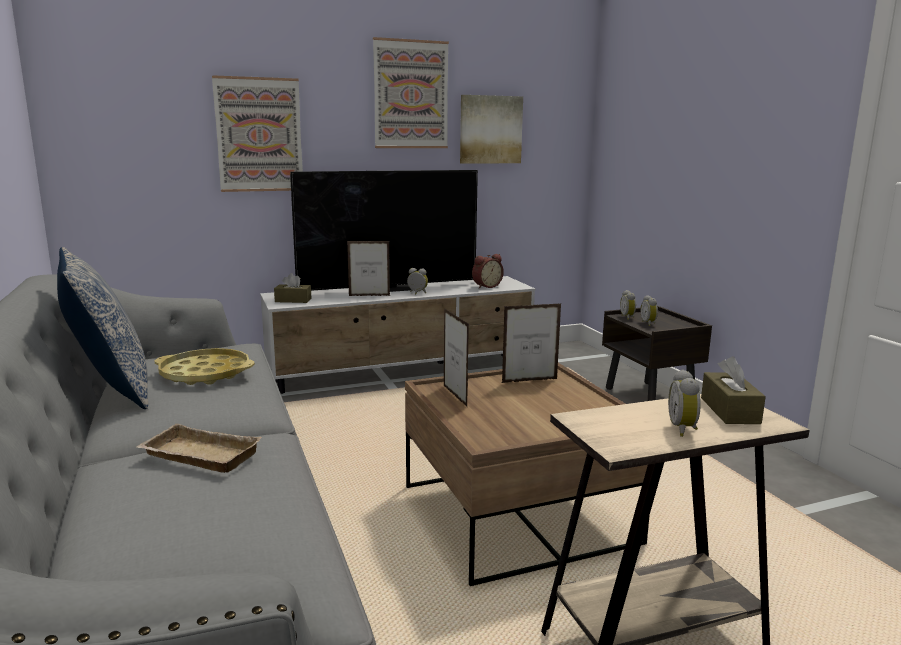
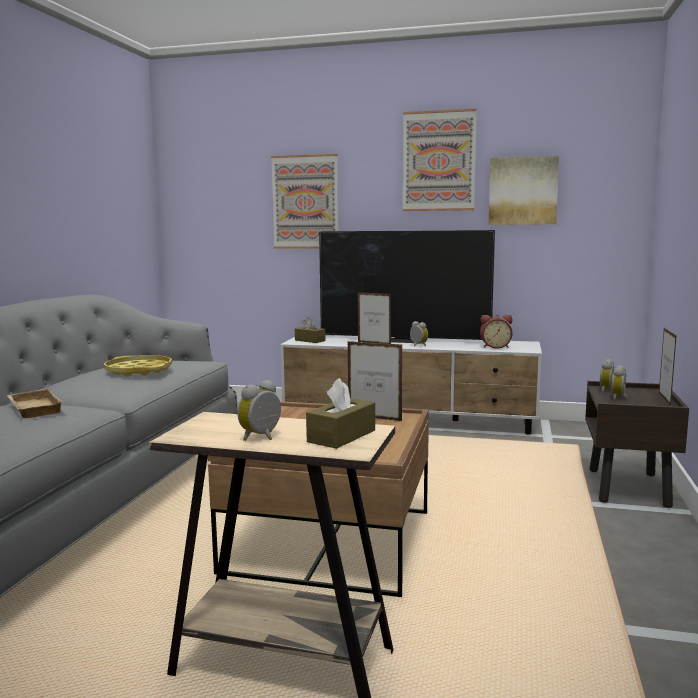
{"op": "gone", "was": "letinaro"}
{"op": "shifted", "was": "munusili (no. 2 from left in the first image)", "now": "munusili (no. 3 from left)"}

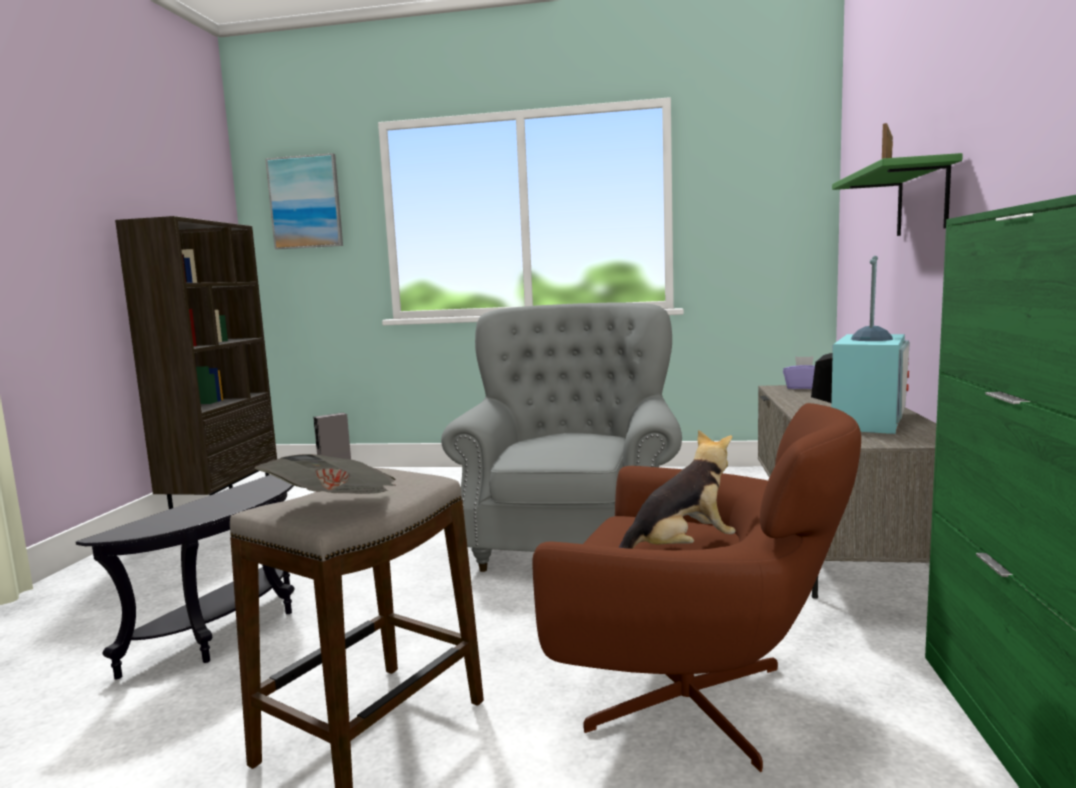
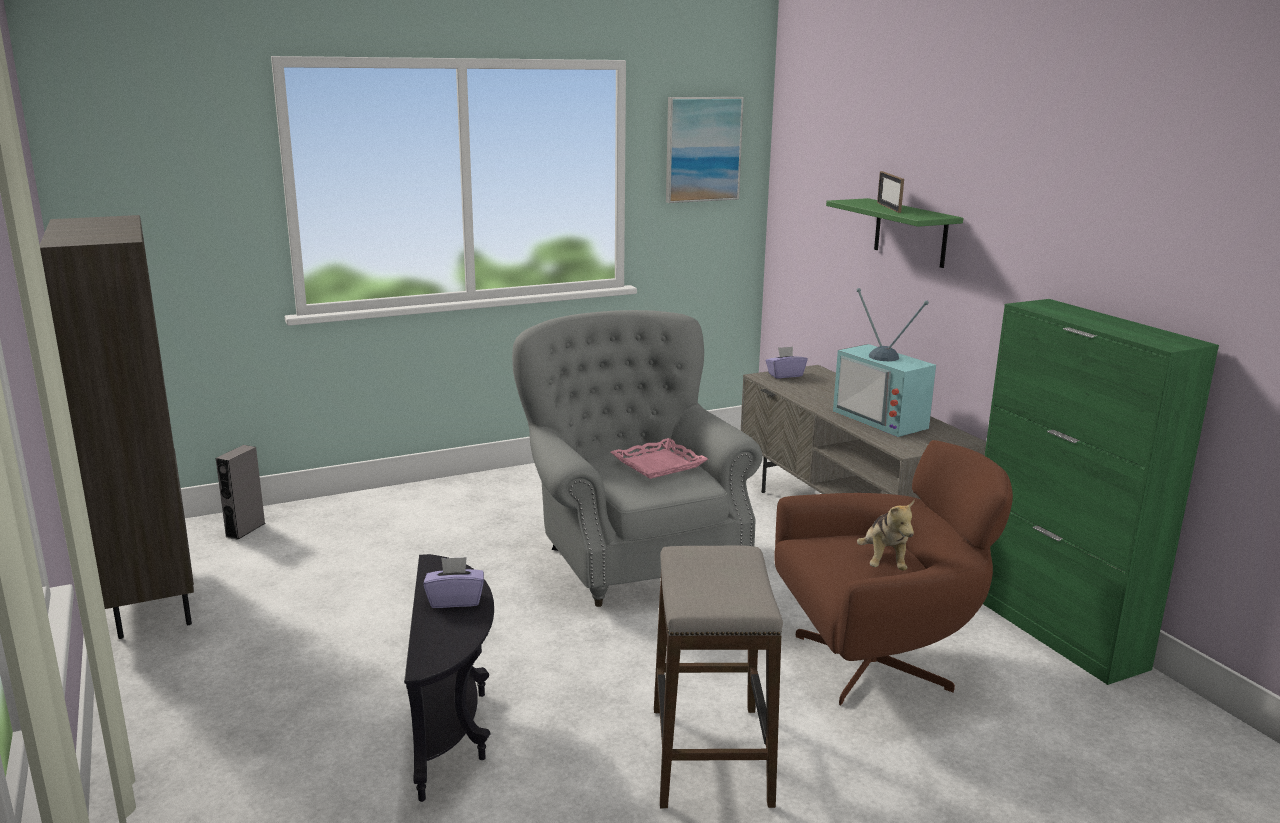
{"op": "gone", "was": "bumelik"}
{"op": "shifted", "was": "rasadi"}
{"op": "rotated", "was": "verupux", "clockwise": 150}
{"op": "rotated", "was": "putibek", "clockwise": 150}
{"op": "new", "now": "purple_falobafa (no. 1 from left)"}
{"op": "new", "now": "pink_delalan"}

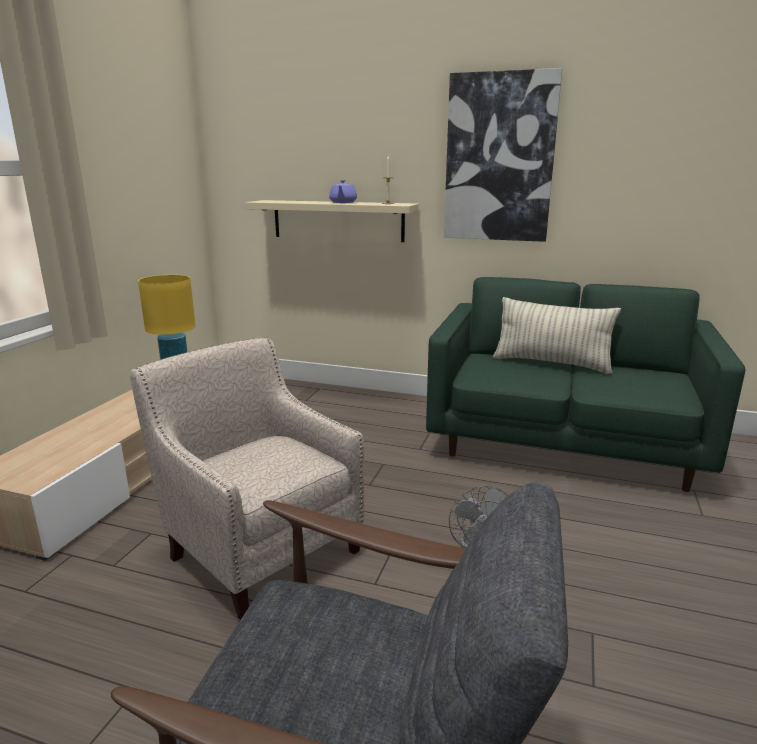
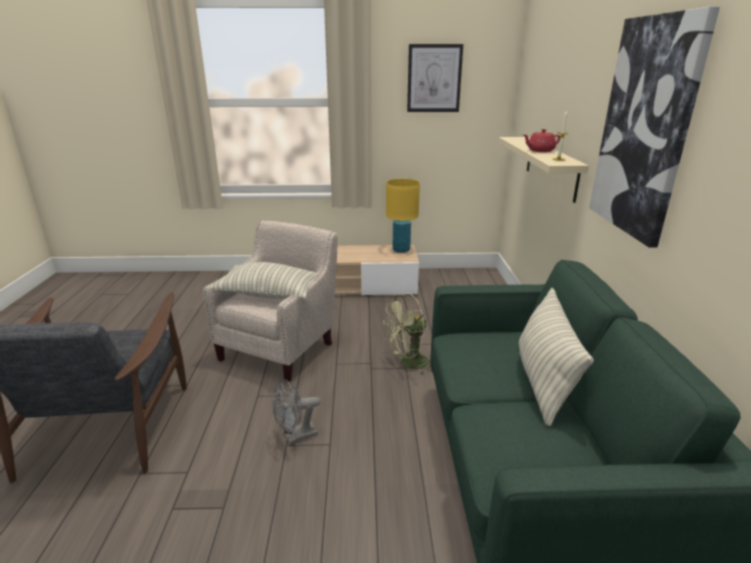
{"op": "repainted", "was": "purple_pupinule", "now": "red_pupinule"}
{"op": "new", "now": "letinaro (no. 1 from left)"}
{"op": "new", "now": "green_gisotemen"}
{"op": "new", "now": "rasadi (no. 1 from left)"}

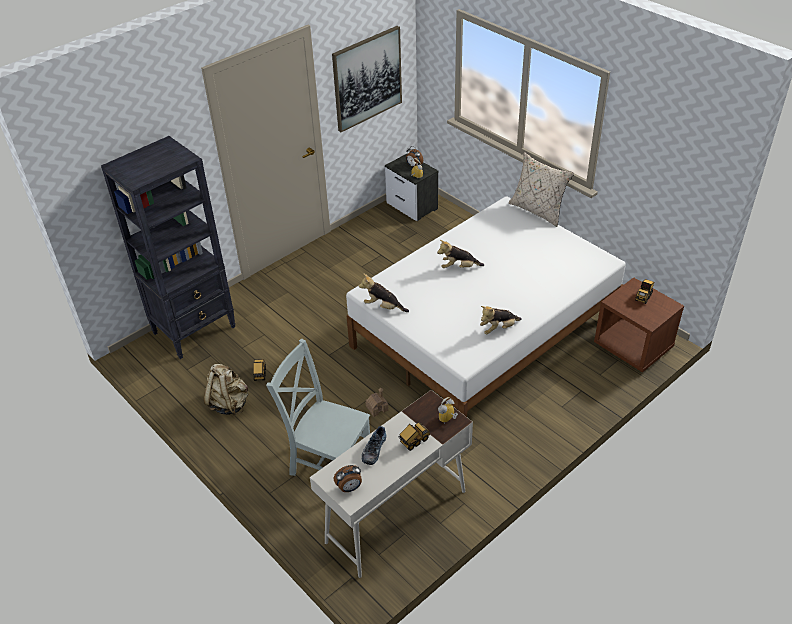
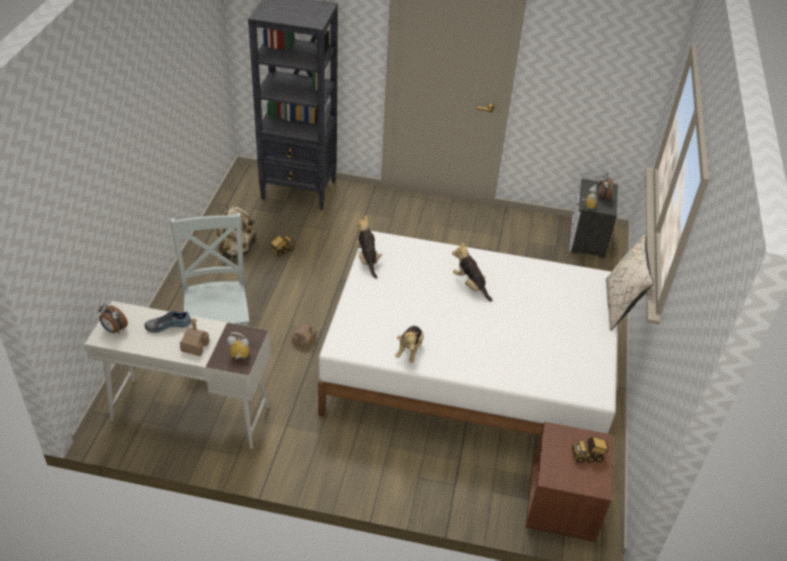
{"op": "gone", "was": "rasadi"}
{"op": "swapped", "was": "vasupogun (no. 2 from left)", "now": "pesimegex (no. 1 from left)"}
{"op": "rotated", "was": "verupux (no. 3 from left in the first image)", "clockwise": -105}

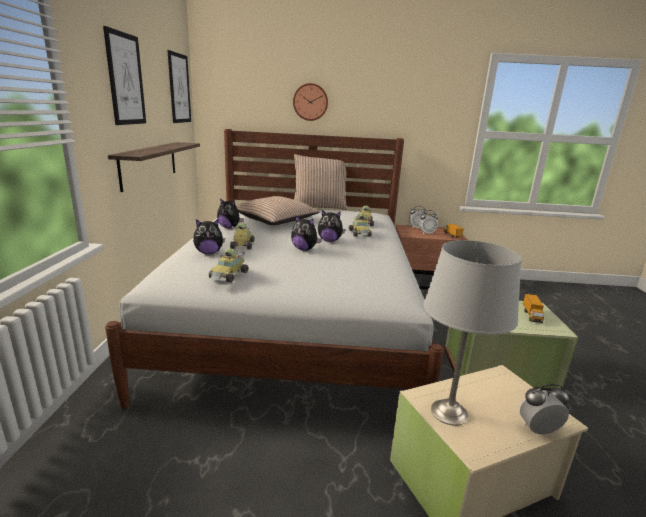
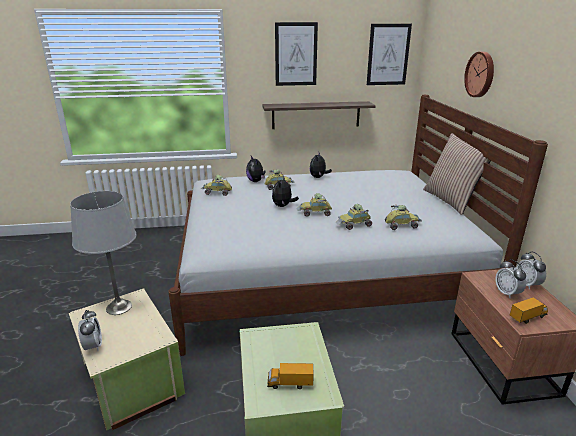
{"op": "gone", "was": "letinaro (no. 1 from left)"}
{"op": "swapped", "was": "verupux (no. 4 from left)", "now": "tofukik (no. 3 from left)"}

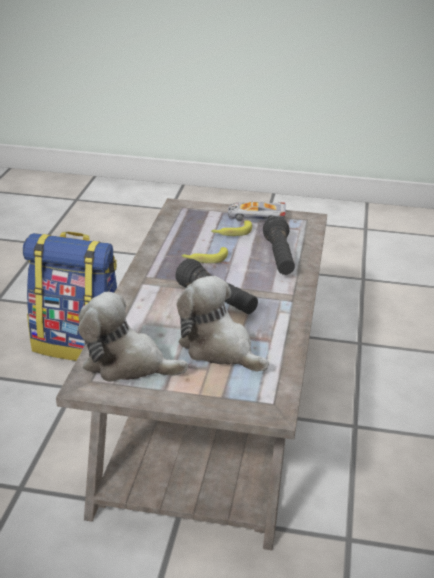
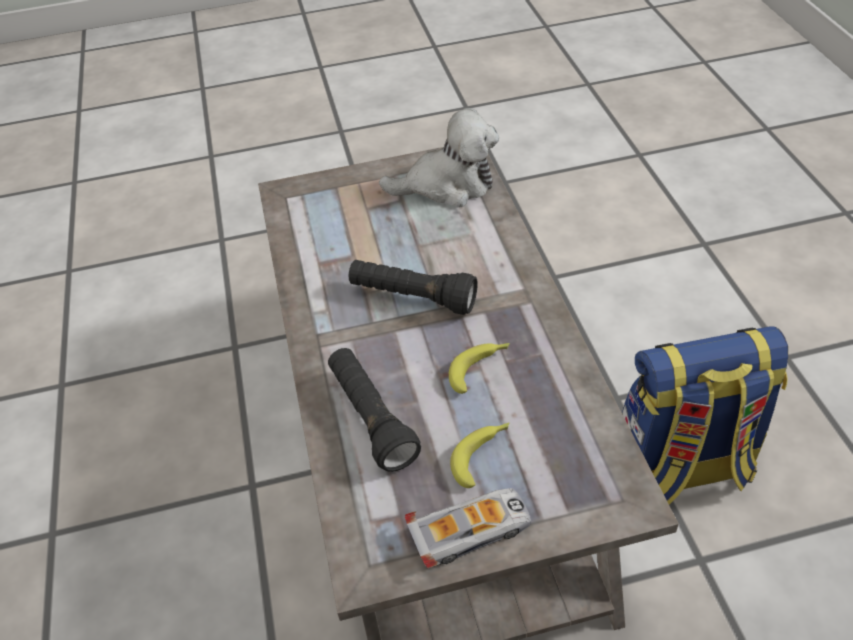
{"op": "gone", "was": "verupux (no. 2 from left)"}

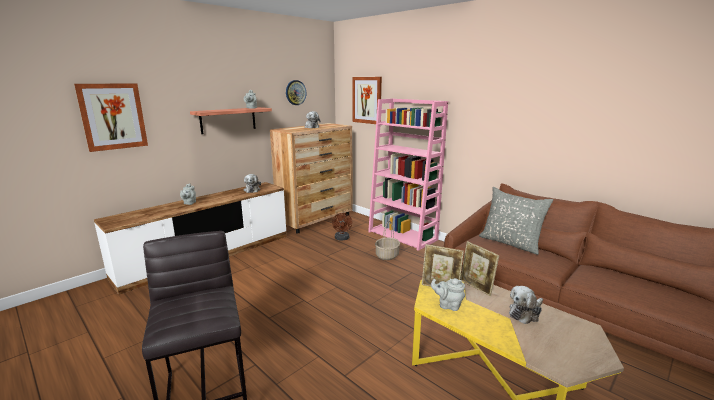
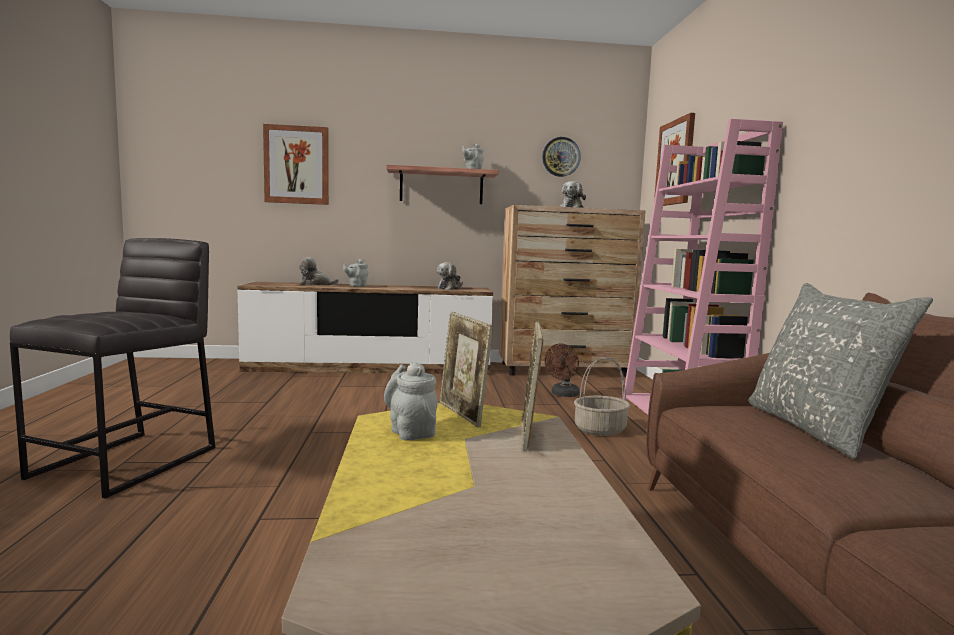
{"op": "shifted", "was": "verupux (no. 3 from left in the first image)", "now": "verupux (no. 1 from left)"}

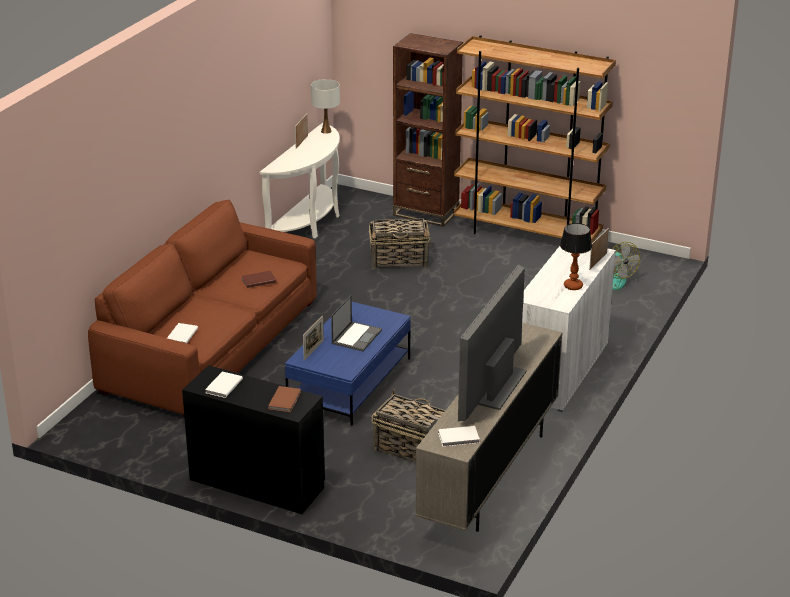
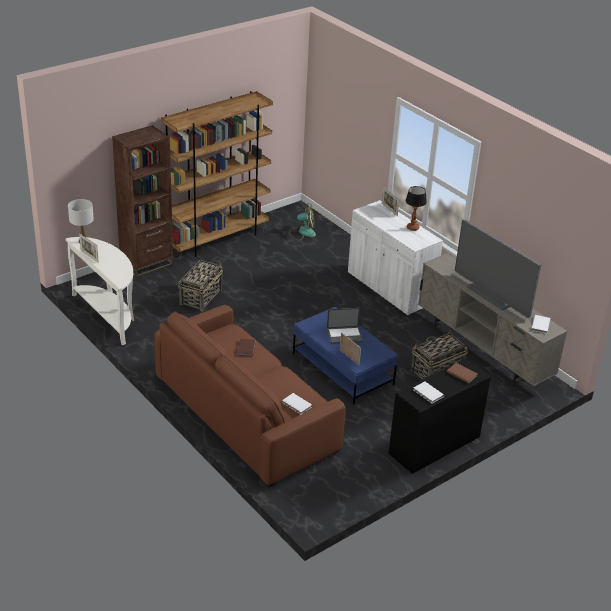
{"op": "rotated", "was": "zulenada", "clockwise": 120}

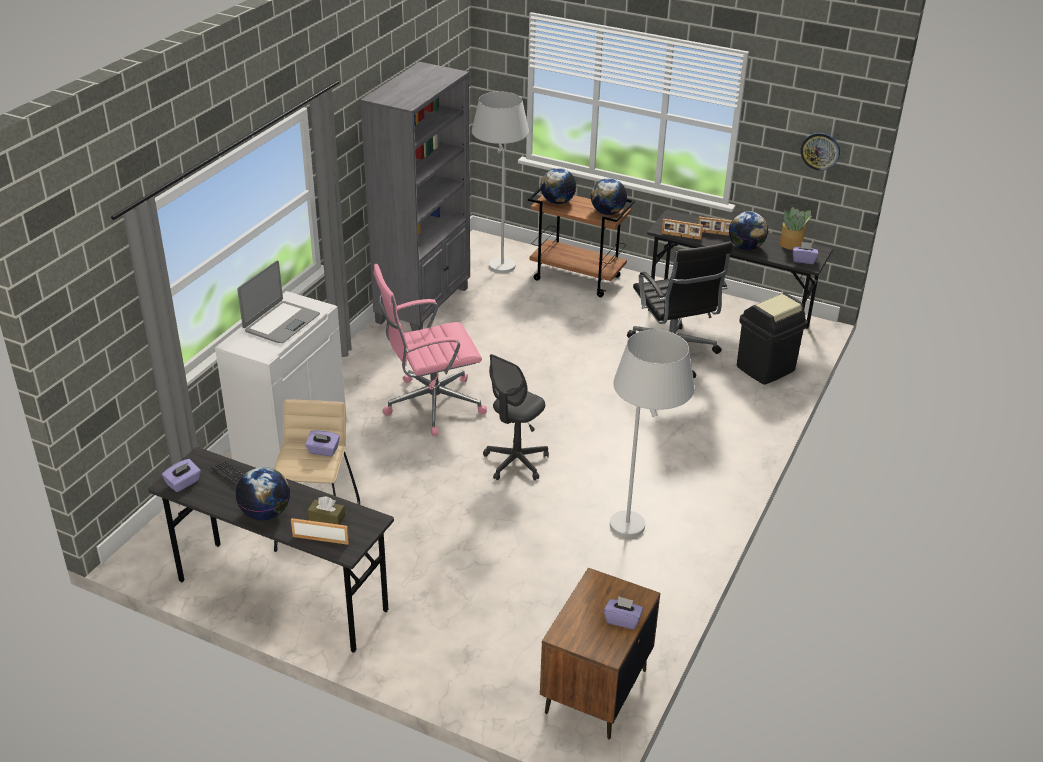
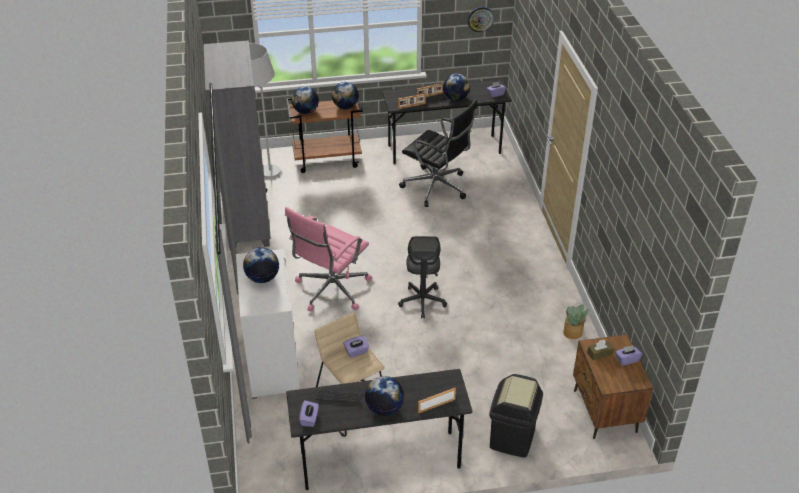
{"op": "swapped", "was": "zulenada", "now": "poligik (no. 1 from left)"}
{"op": "shifted", "was": "brown_falobafa"}
{"op": "gone", "was": "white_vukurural (no. 2 from left)"}
{"op": "shifted", "was": "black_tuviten"}
{"op": "shifted", "was": "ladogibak"}

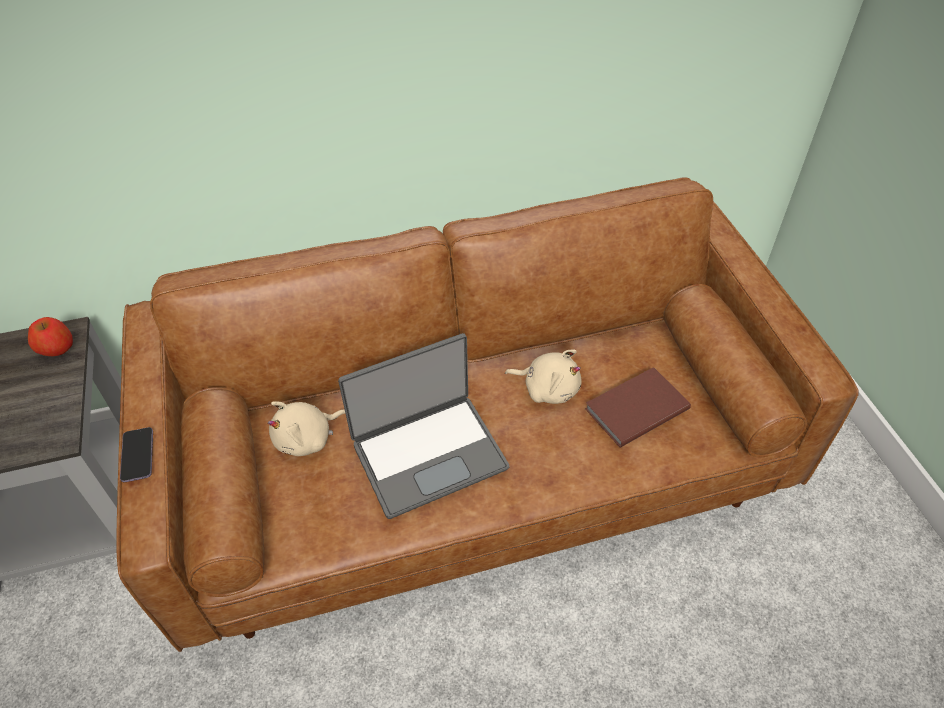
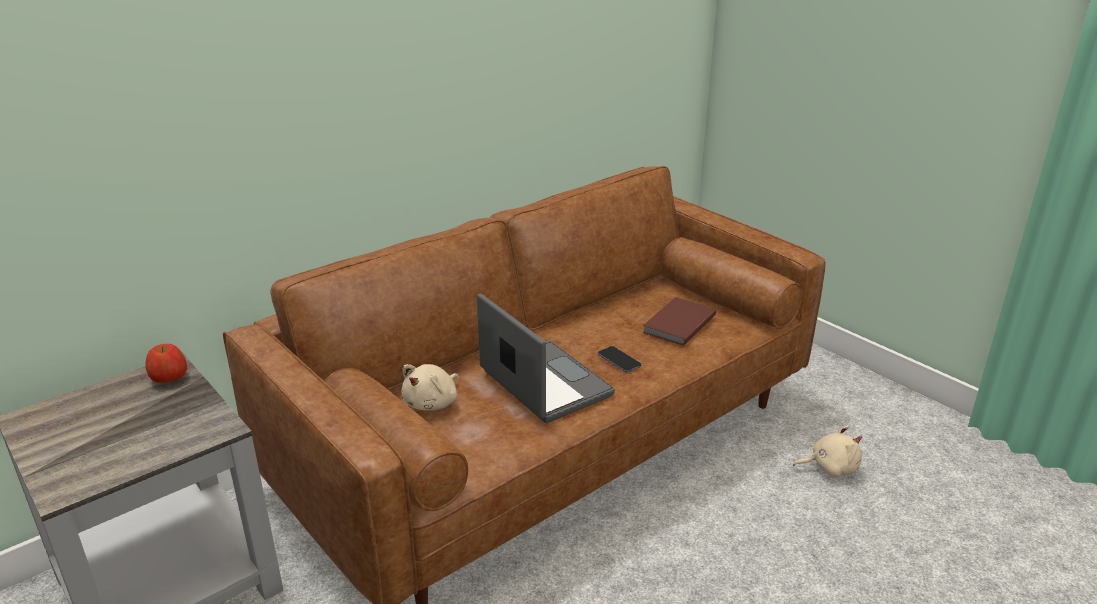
{"op": "shifted", "was": "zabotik"}
{"op": "rotated", "was": "zulenada", "clockwise": -75}
{"op": "shifted", "was": "beige_verupux (no. 2 from left)"}

